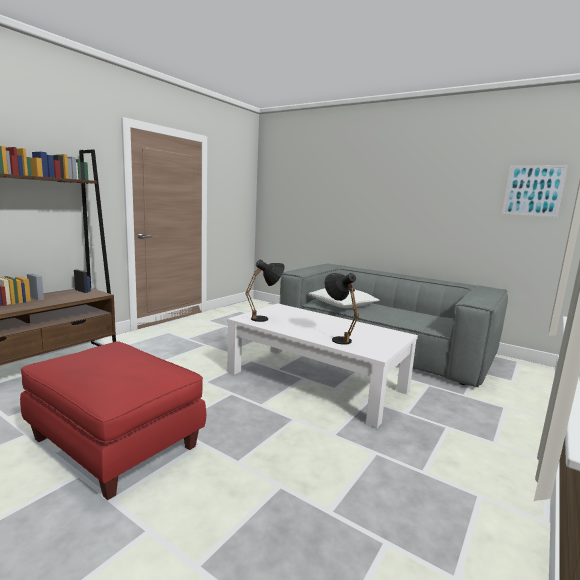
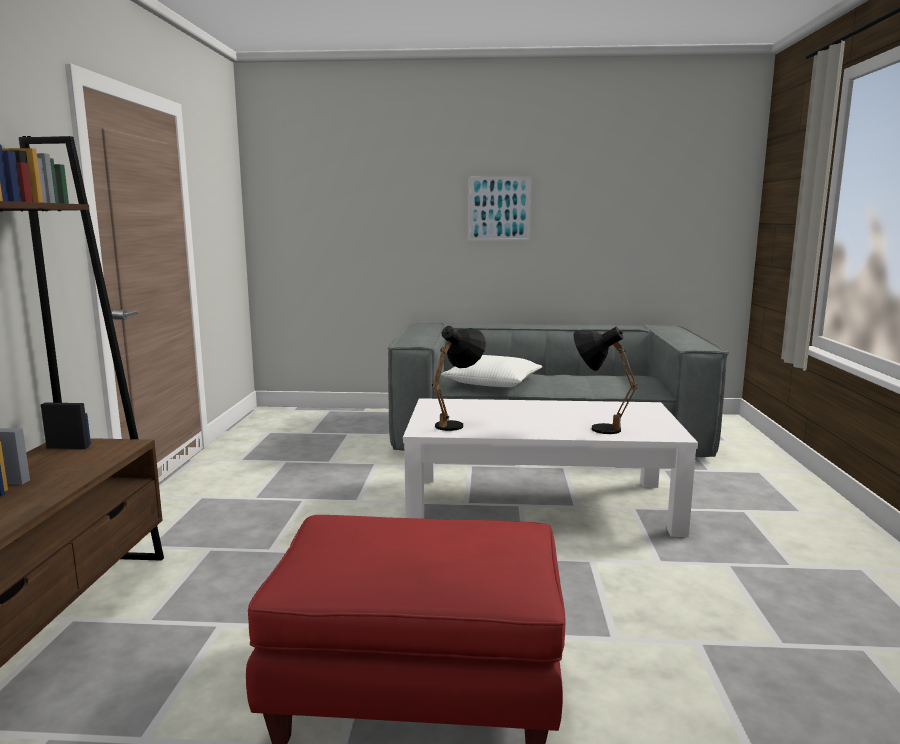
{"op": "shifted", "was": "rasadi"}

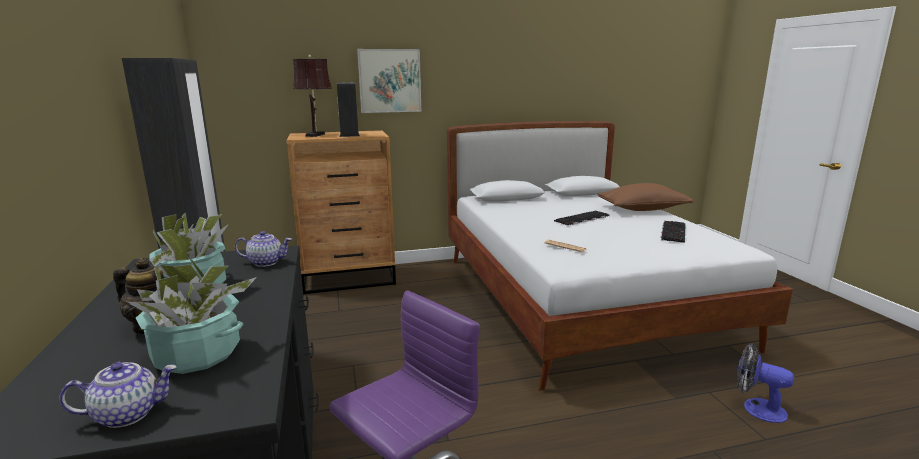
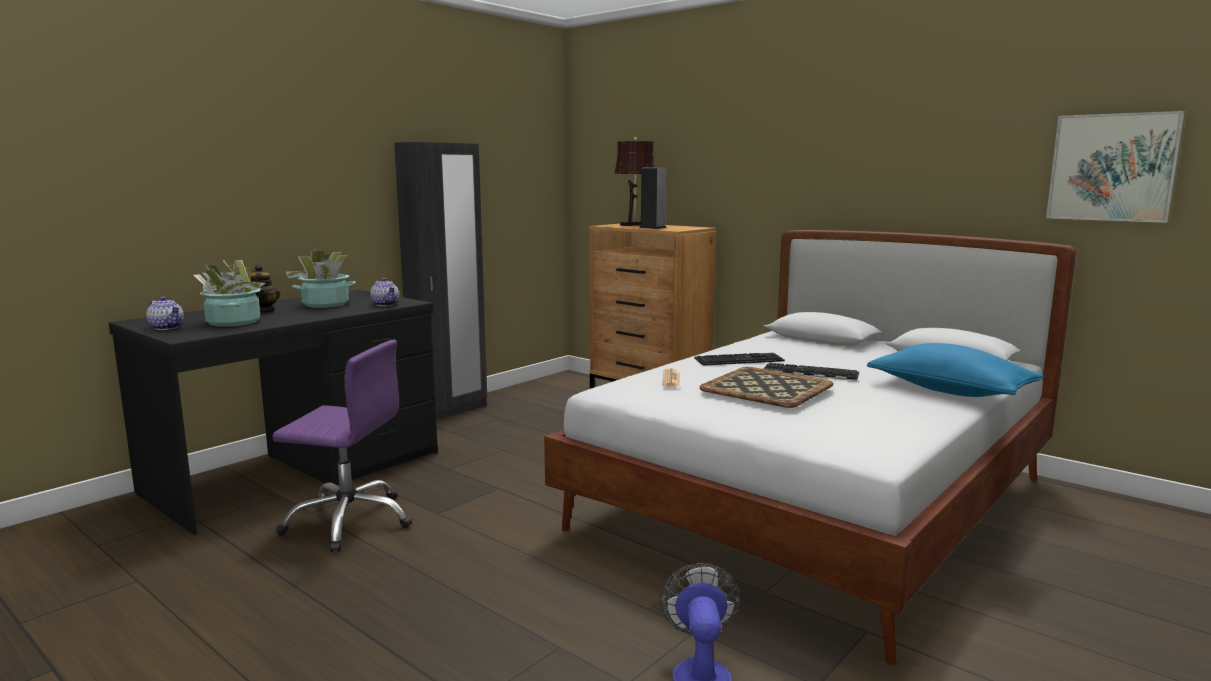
{"op": "shifted", "was": "rasadi"}
{"op": "repainted", "was": "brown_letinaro", "now": "blue_letinaro"}
{"op": "shifted", "was": "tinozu (no. 2 from left in the first image)", "now": "tinozu (no. 1 from left)"}
{"op": "new", "now": "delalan"}

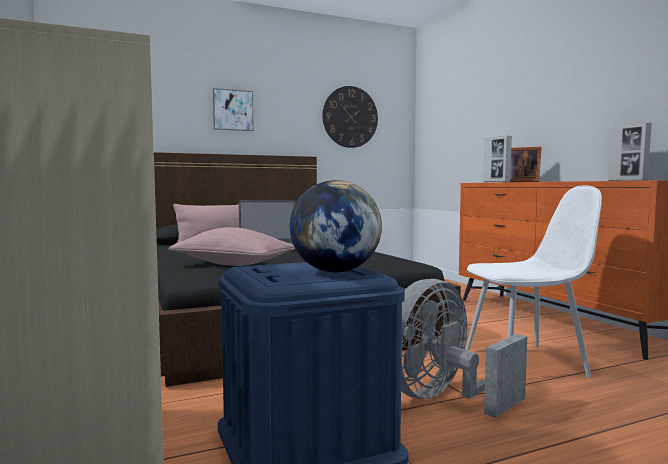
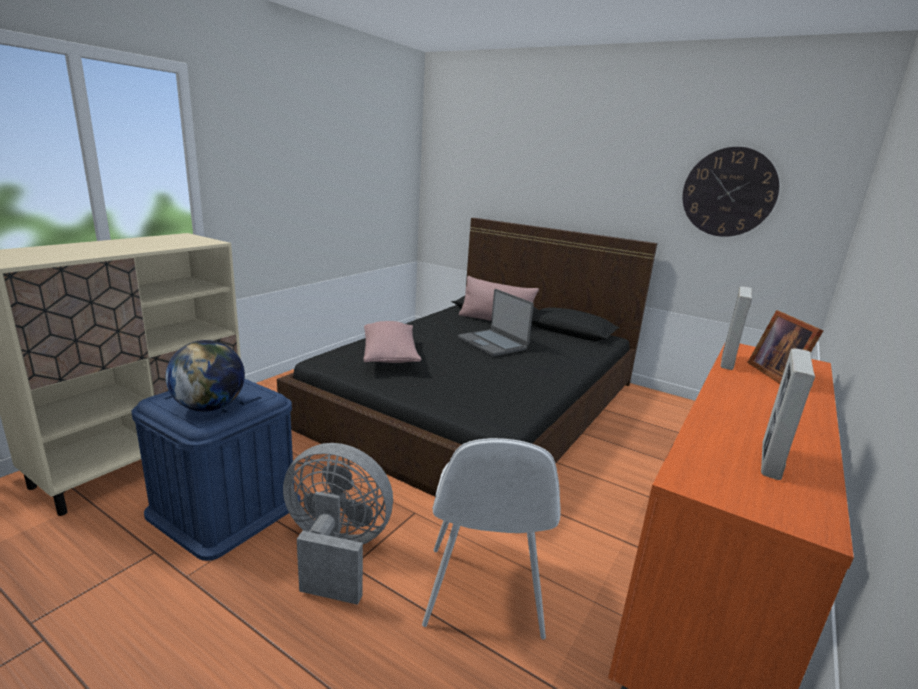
{"op": "gone", "was": "rasadi"}
{"op": "rotated", "was": "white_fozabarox", "clockwise": 45}

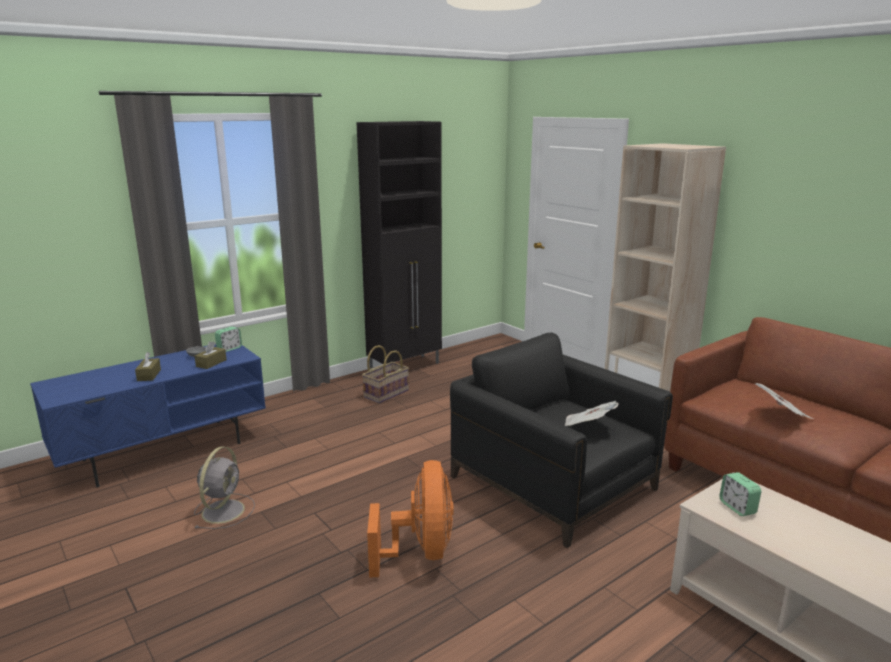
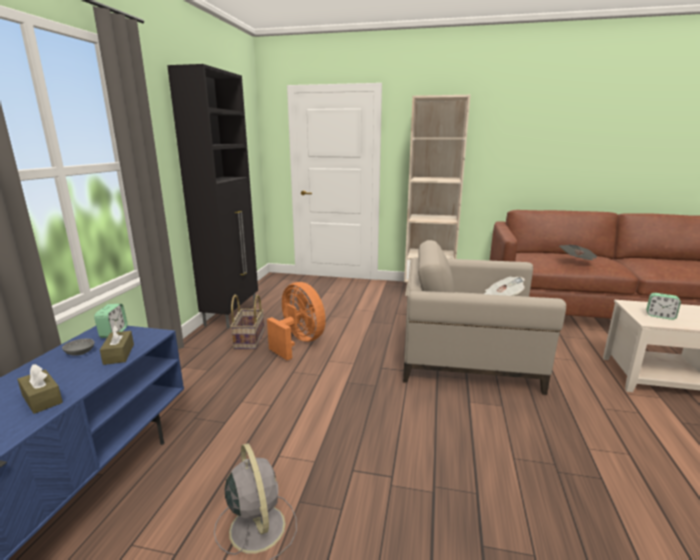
{"op": "shifted", "was": "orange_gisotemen"}
{"op": "repainted", "was": "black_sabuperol", "now": "beige_sabuperol"}

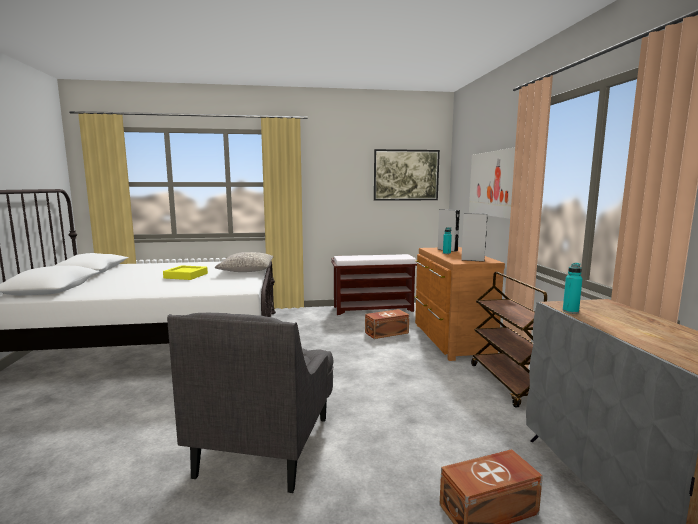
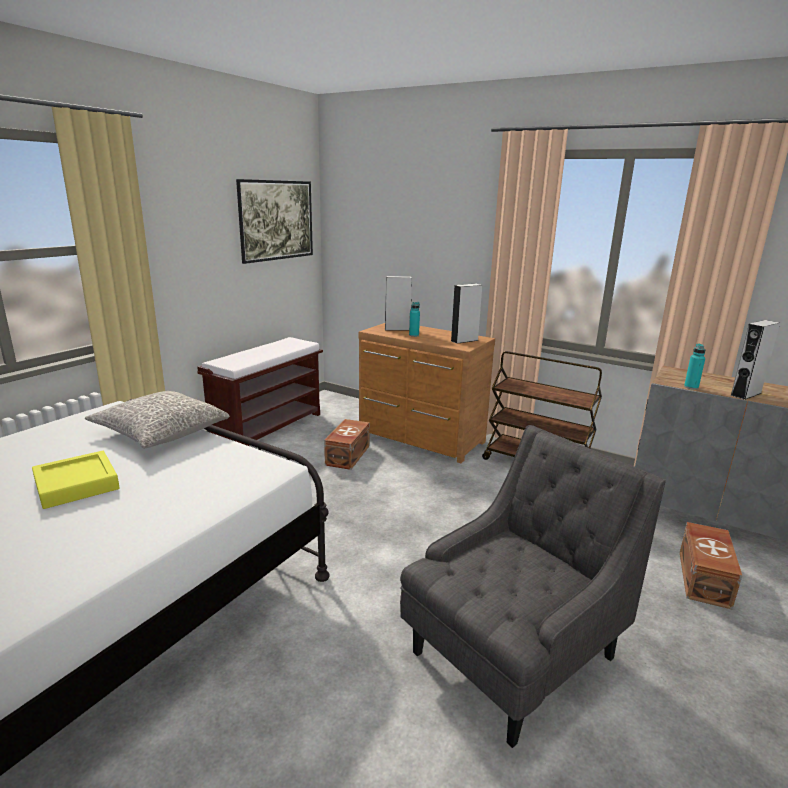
{"op": "rotated", "was": "grey_sabuperol", "clockwise": -90}
{"op": "gone", "was": "rasadi (no. 2 from left)"}
{"op": "new", "now": "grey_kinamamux (no. 3 from left)"}

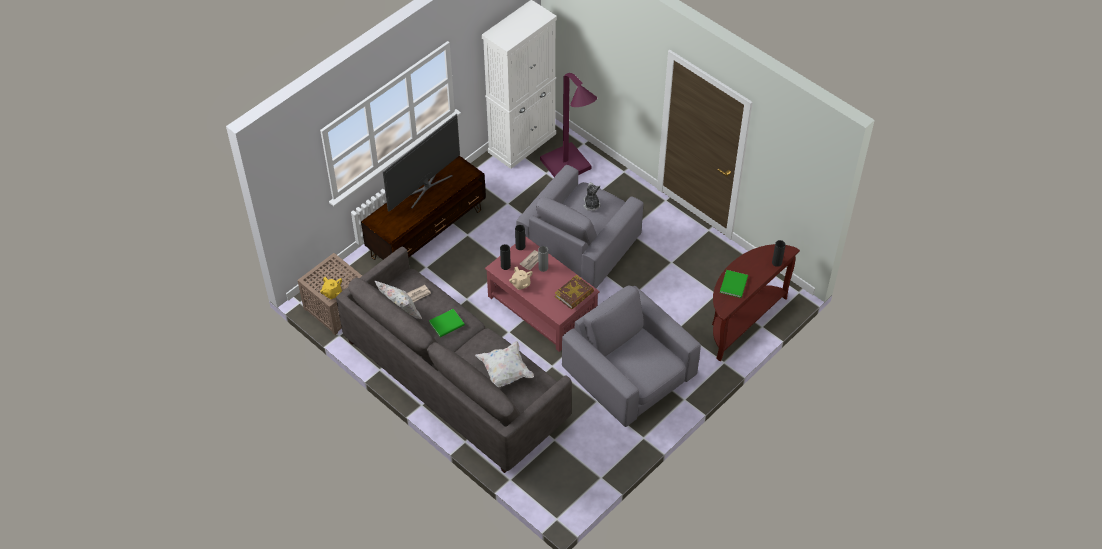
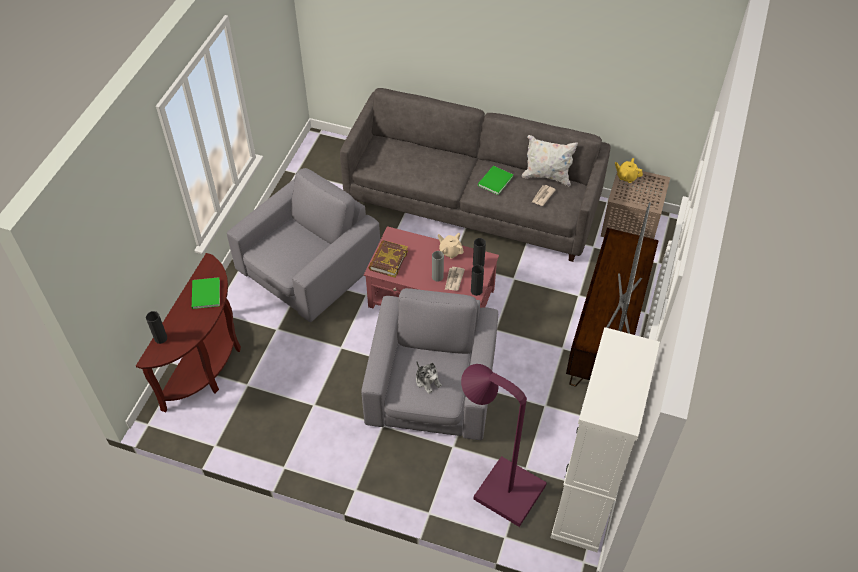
{"op": "gone", "was": "white_letinaro (no. 2 from left)"}
{"op": "rotated", "was": "grey_sabuperol (no. 2 from left in the first image)", "clockwise": -75}

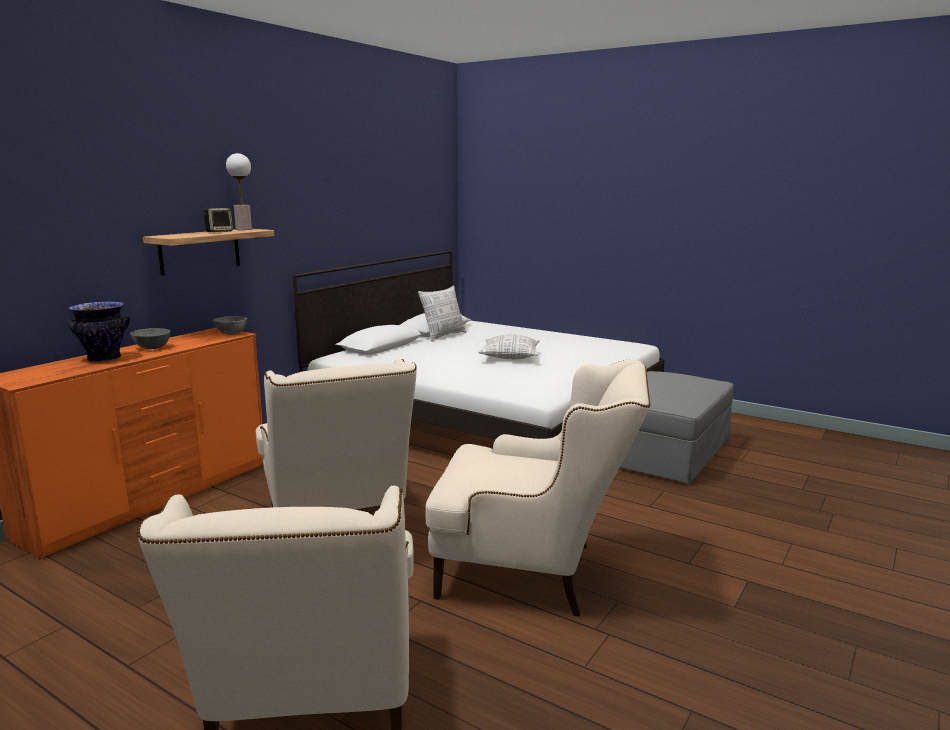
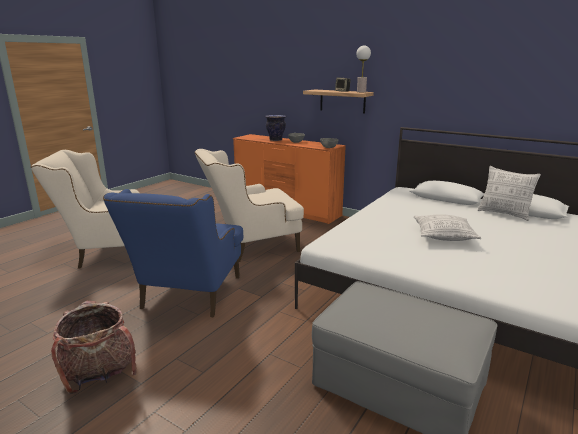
{"op": "repainted", "was": "beige_sabuperol (no. 3 from left)", "now": "blue_sabuperol"}
{"op": "new", "now": "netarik"}

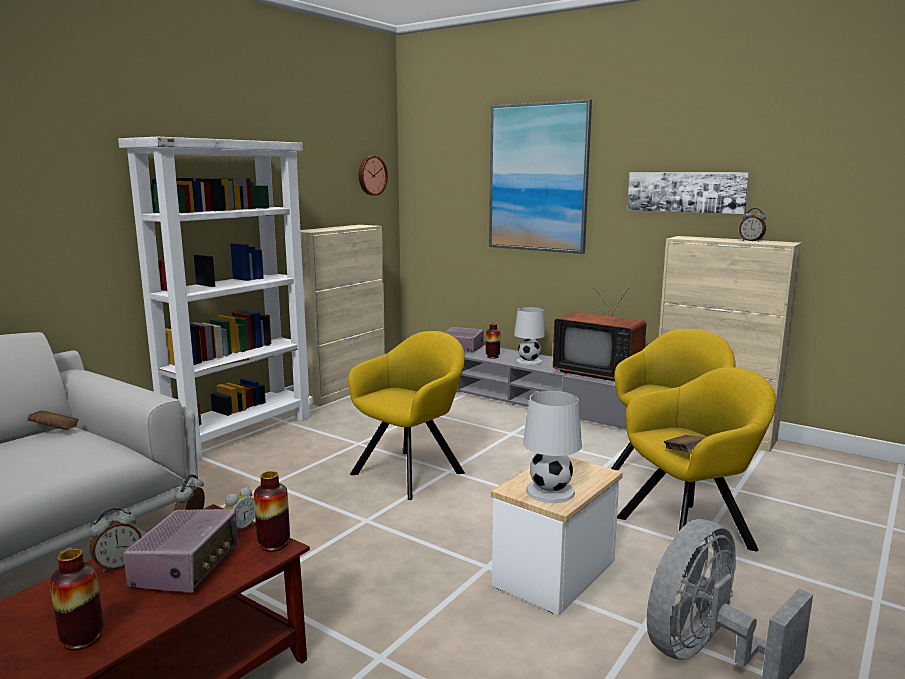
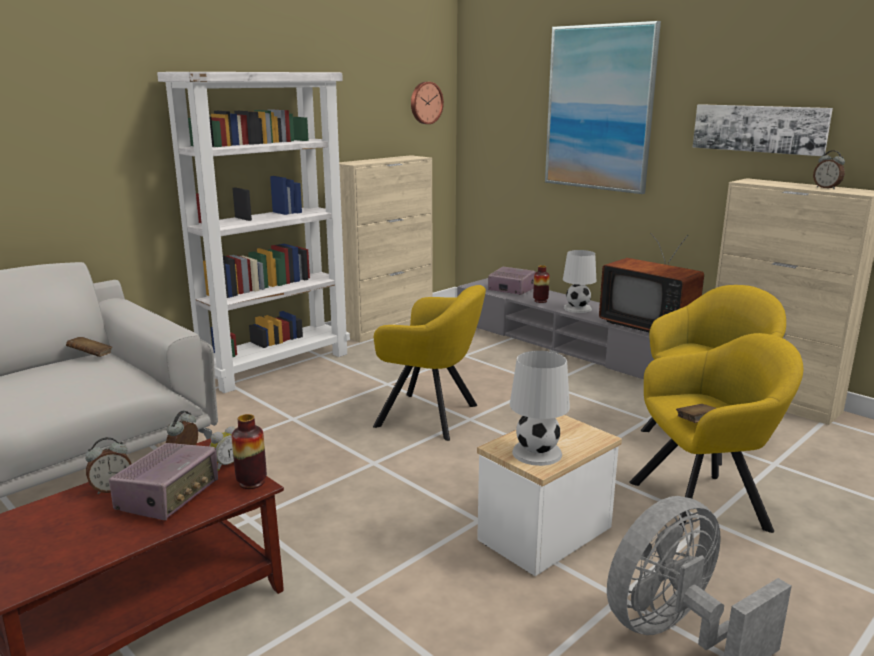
{"op": "gone", "was": "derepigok (no. 1 from left)"}
{"op": "rotated", "was": "yellow_sabuperol (no. 1 from left)", "clockwise": 60}

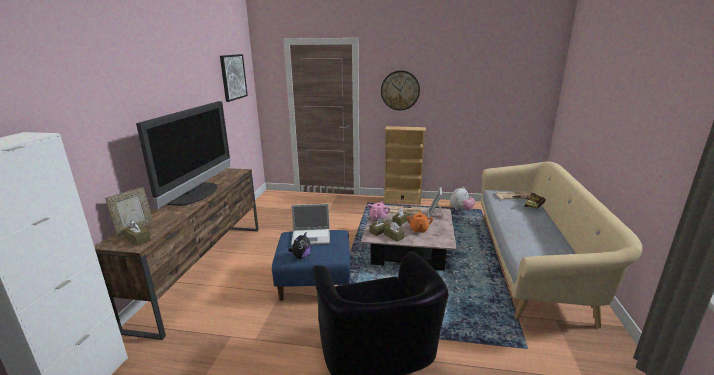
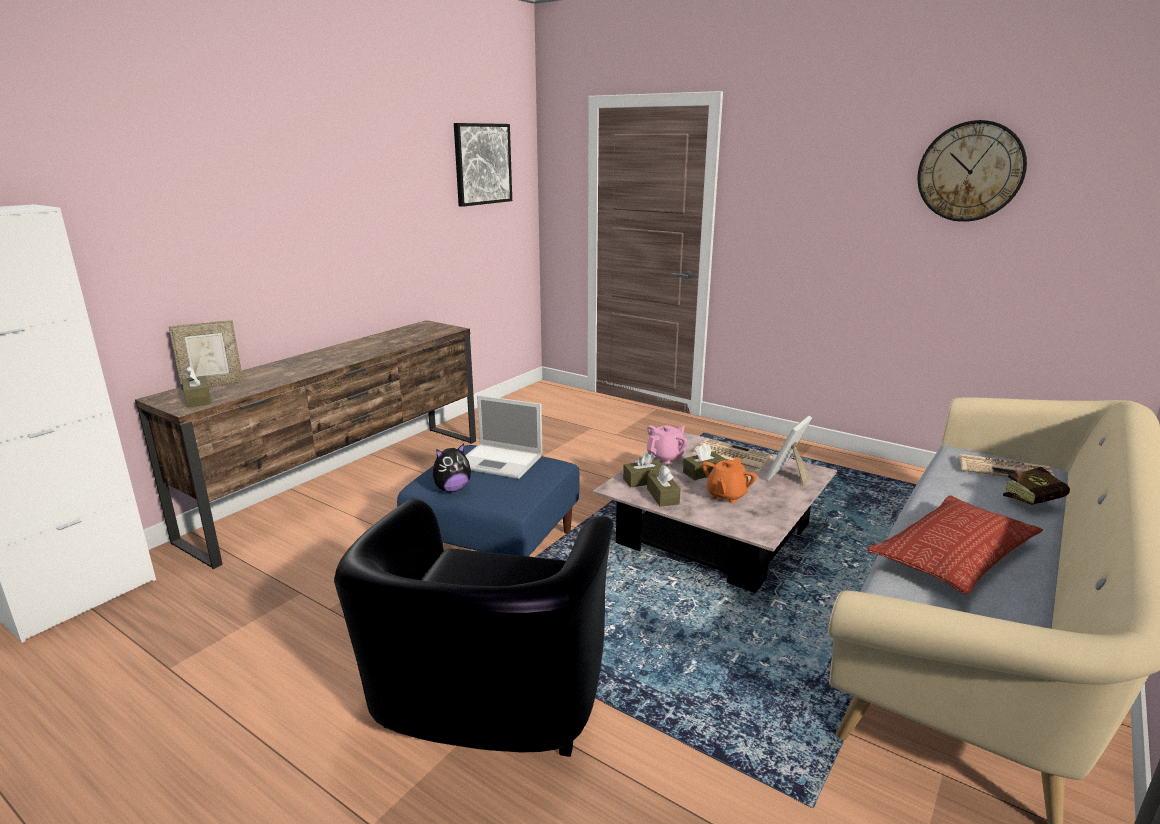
{"op": "gone", "was": "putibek"}
{"op": "shifted", "was": "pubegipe"}
{"op": "gone", "was": "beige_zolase"}
{"op": "gone", "was": "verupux (no. 2 from left)"}
{"op": "new", "now": "letinaro"}

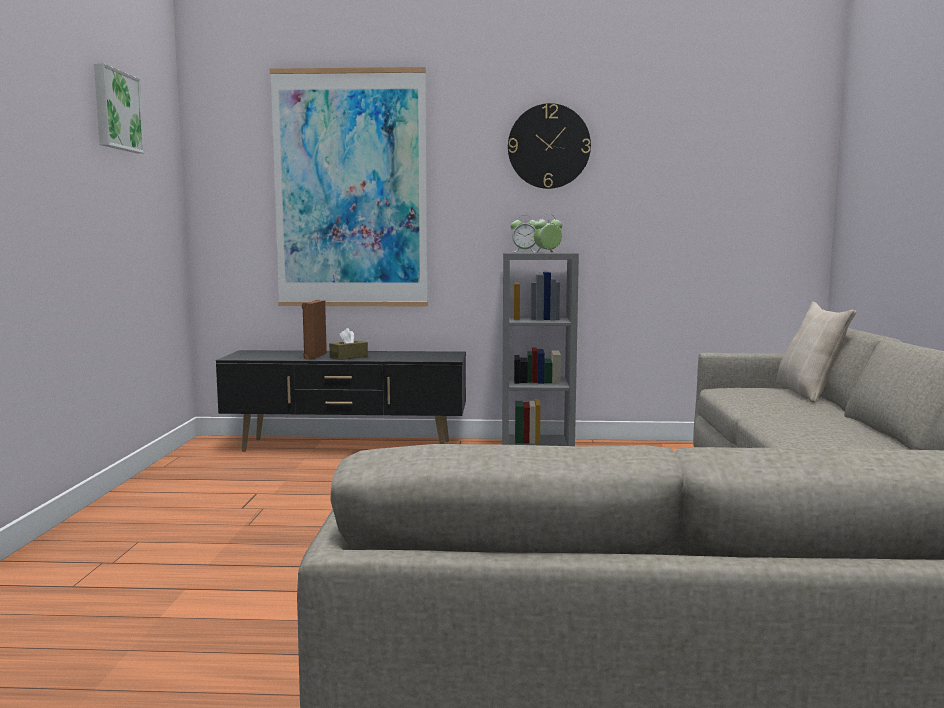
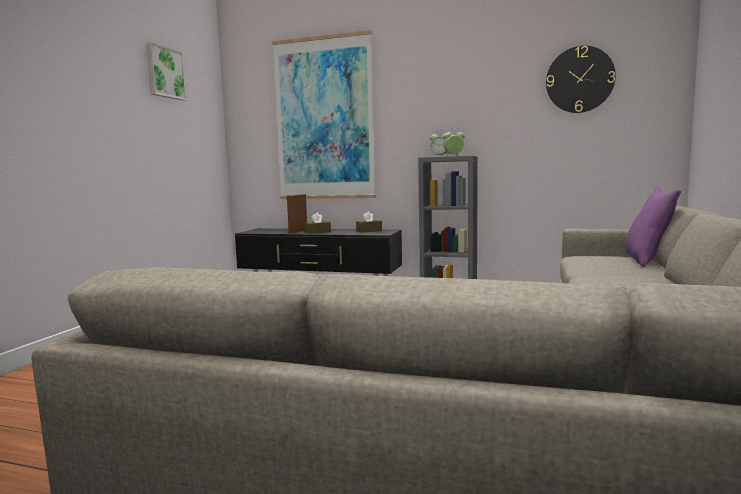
{"op": "shifted", "was": "pubegipe"}
{"op": "repainted", "was": "beige_letinaro", "now": "purple_letinaro"}
{"op": "new", "now": "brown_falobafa (no. 2 from left)"}

